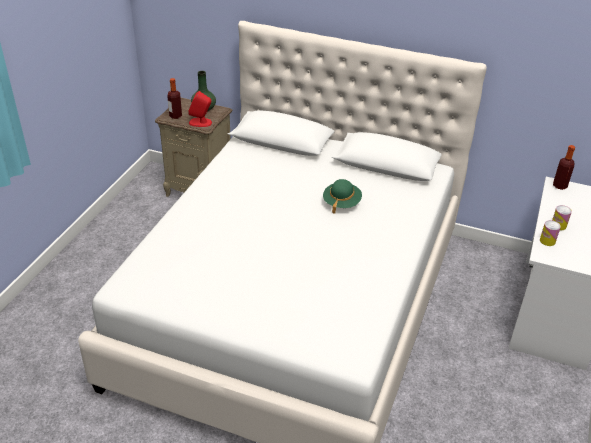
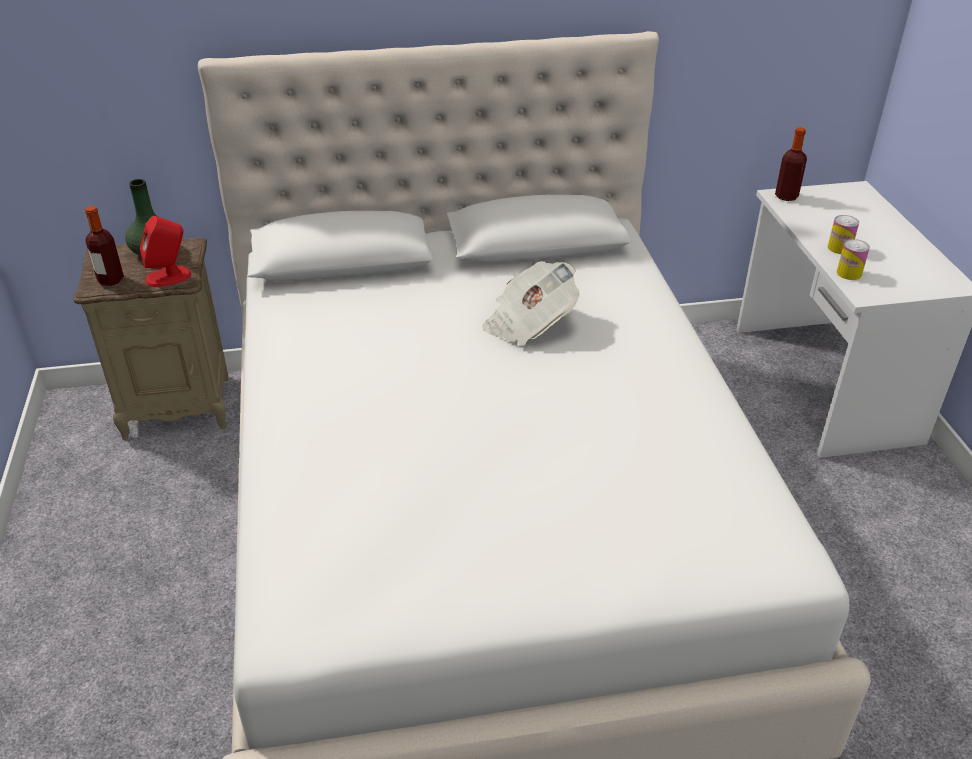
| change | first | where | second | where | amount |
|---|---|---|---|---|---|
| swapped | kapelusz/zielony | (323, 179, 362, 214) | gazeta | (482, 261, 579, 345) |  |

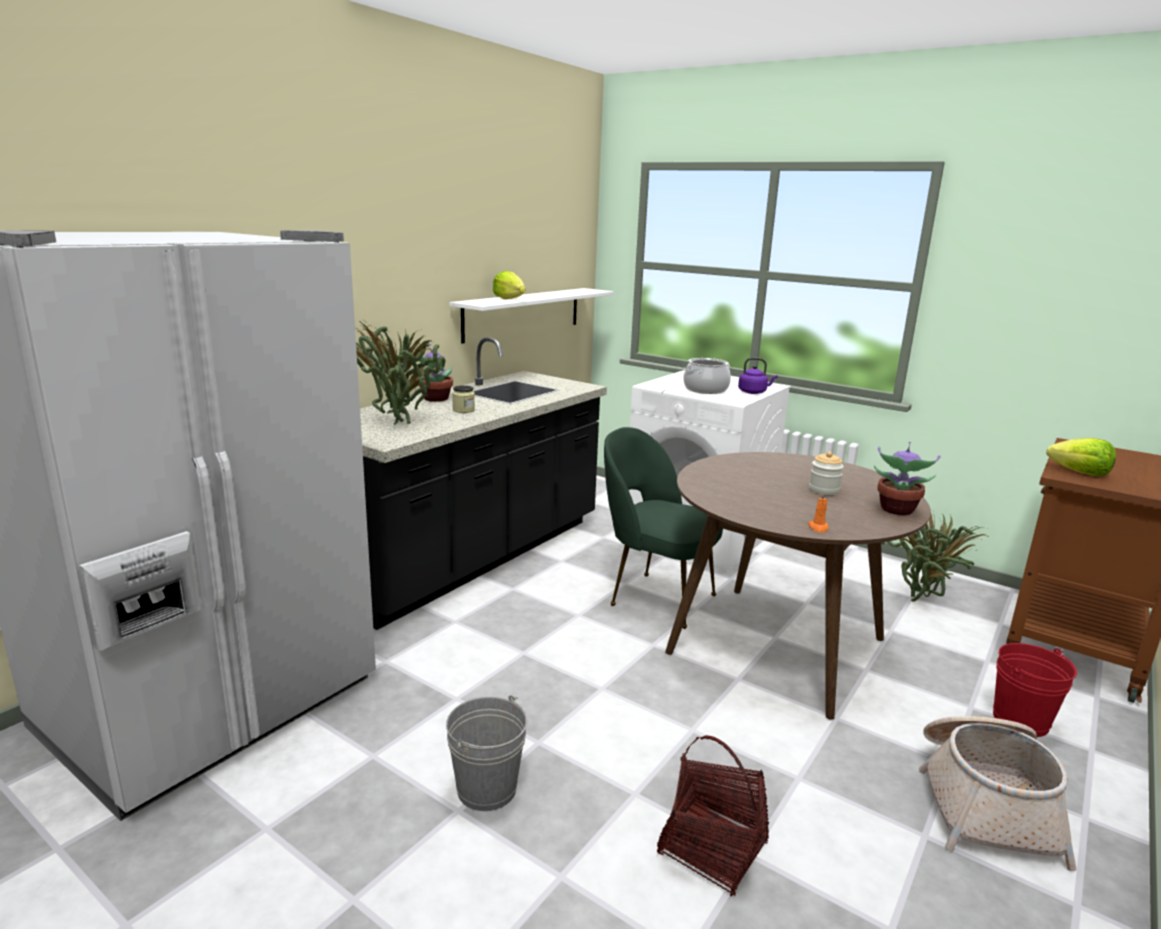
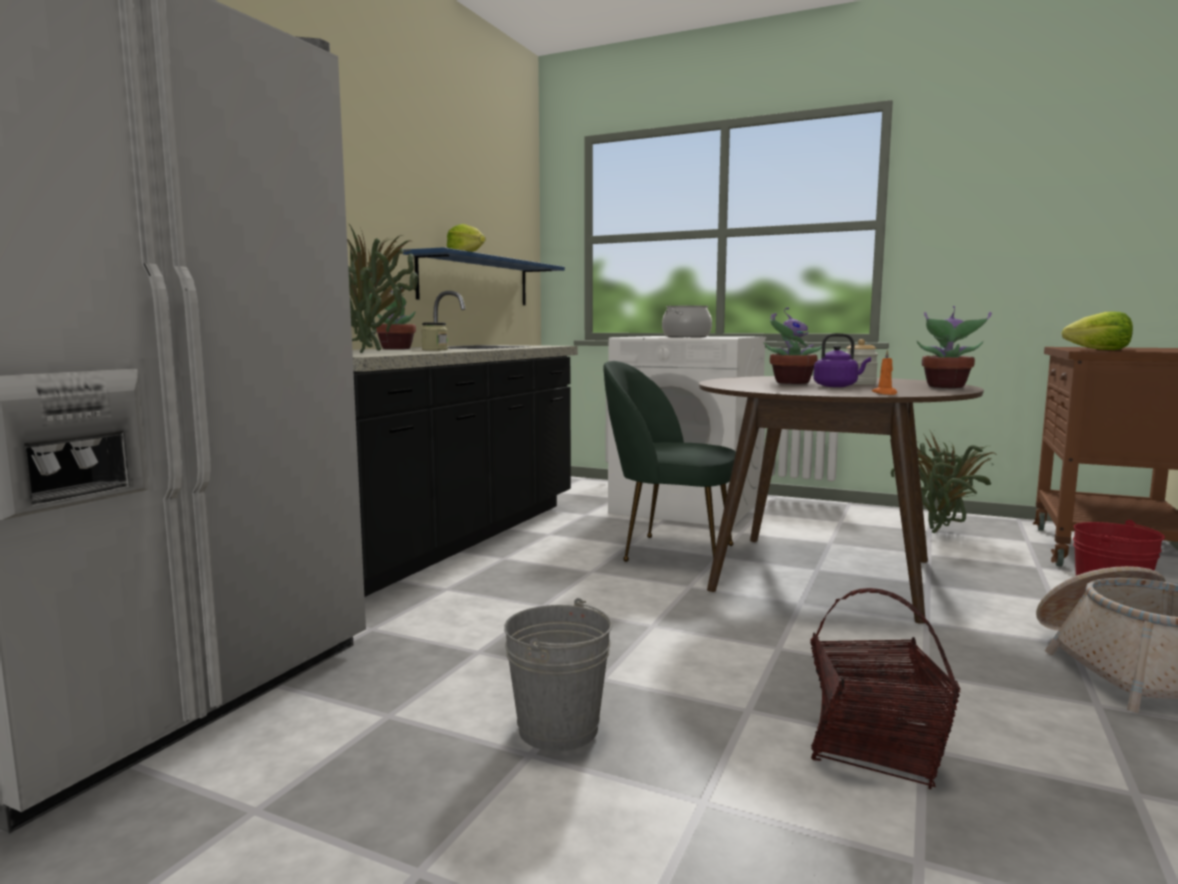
| change | first | where | second | where | amount |
|---|---|---|---|---|---|
| repainted | półka/biały | (449, 288, 614, 344) | półka/niebieski | (403, 247, 565, 305) |  |
| shifted | czajnik/fioletowy | (738, 357, 778, 394) |  | (813, 333, 871, 387) |  |
| new |  |  | roślina doniczkowa | (763, 307, 826, 384) |  |

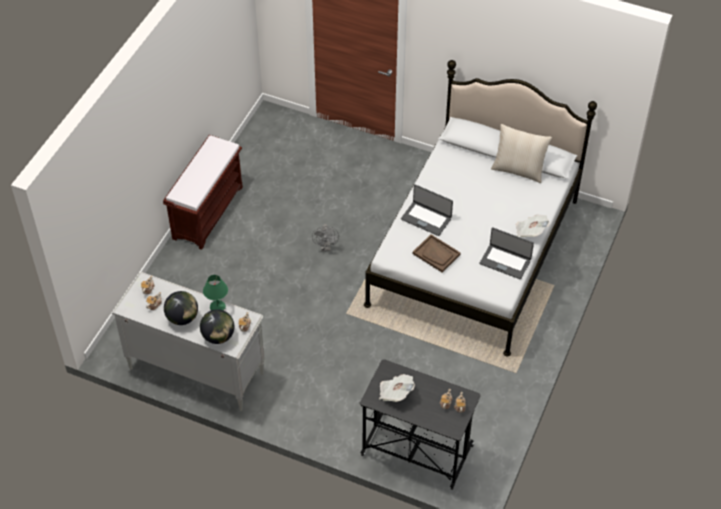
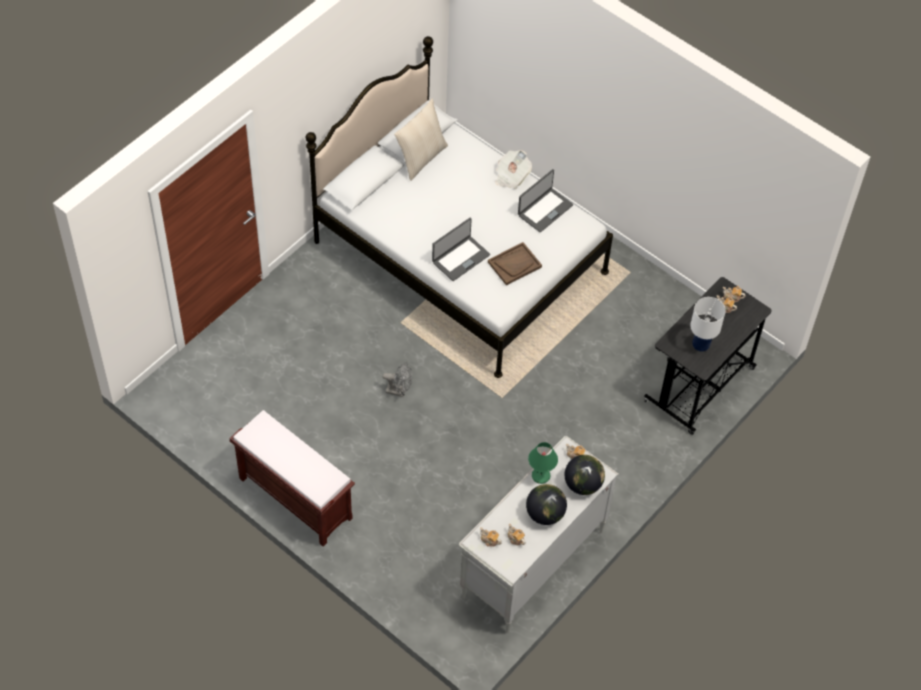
| change | first | where | second | where | amount |
|---|---|---|---|---|---|
| swapped | gazeta | (379, 374, 415, 402) | lampa stołowa/biały | (690, 297, 726, 352) |  |

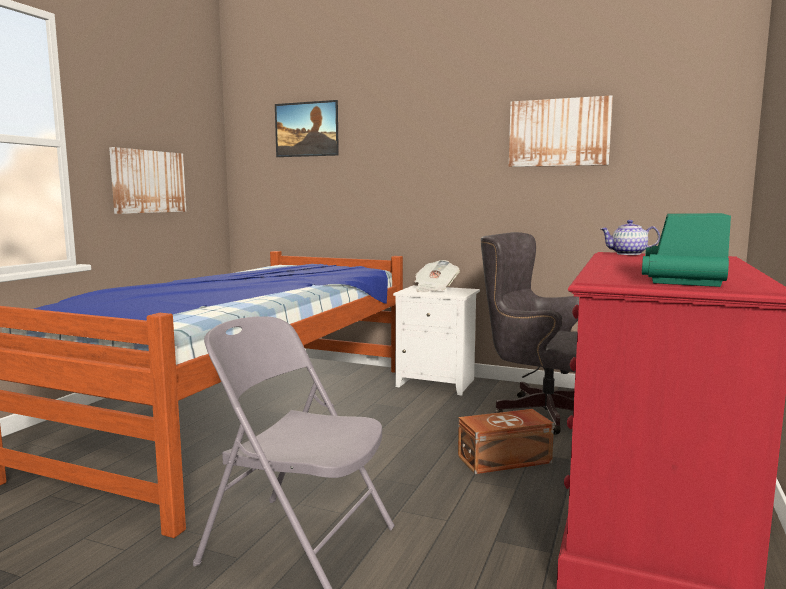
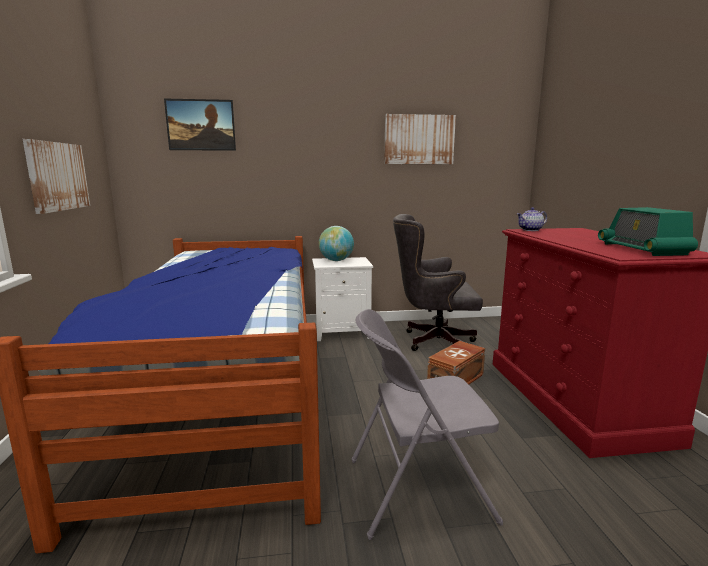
| change | first | where | second | where | amount |
|---|---|---|---|---|---|
| swapped | gazeta | (414, 260, 460, 292) | globus | (319, 226, 354, 261) |  |

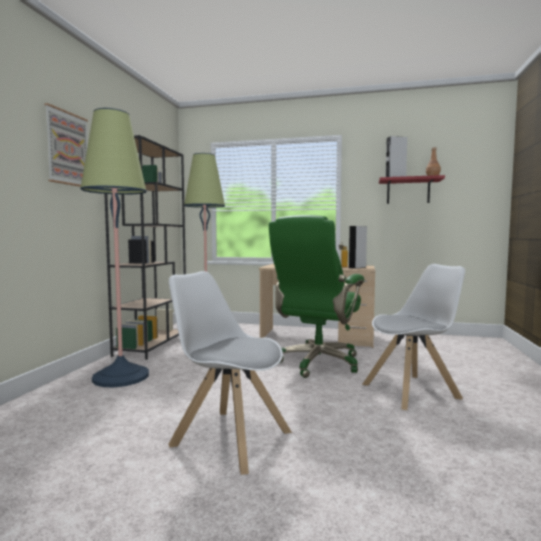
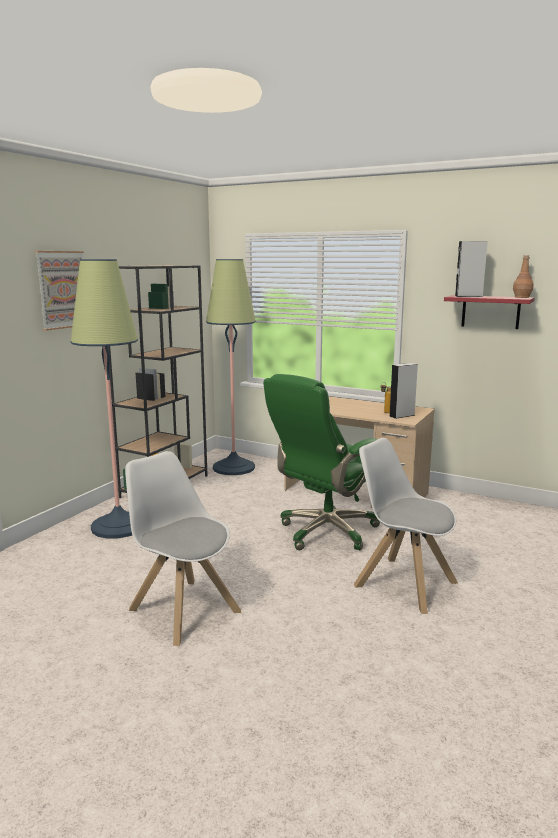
| change | first | where | second | where | amount |
|---|---|---|---|---|---|
| rotated | krzesło | (362, 264, 465, 410) |  | (354, 438, 458, 614) | 135 degrees counterclockwise |

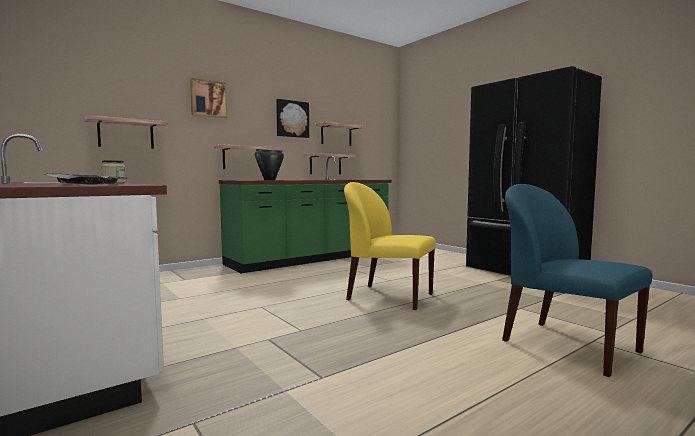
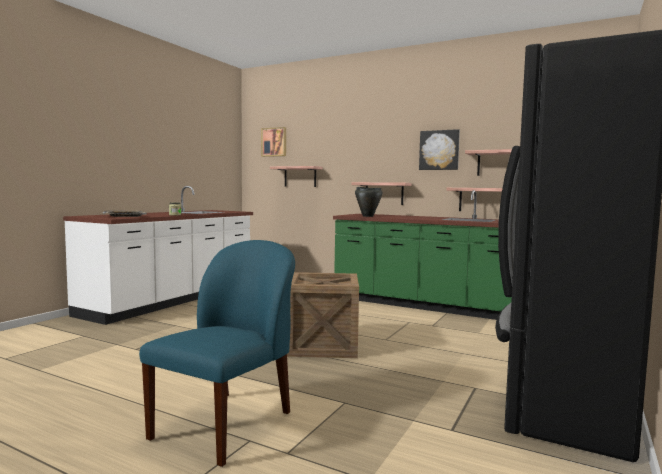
| change | first | where | second | where | amount |
|---|---|---|---|---|---|
| shifted | obraz | (190, 78, 228, 118) |  | (261, 127, 286, 157) |  |
| swapped | krzesło/żółty | (344, 182, 436, 310) | skrzynka | (287, 272, 359, 358) |  |

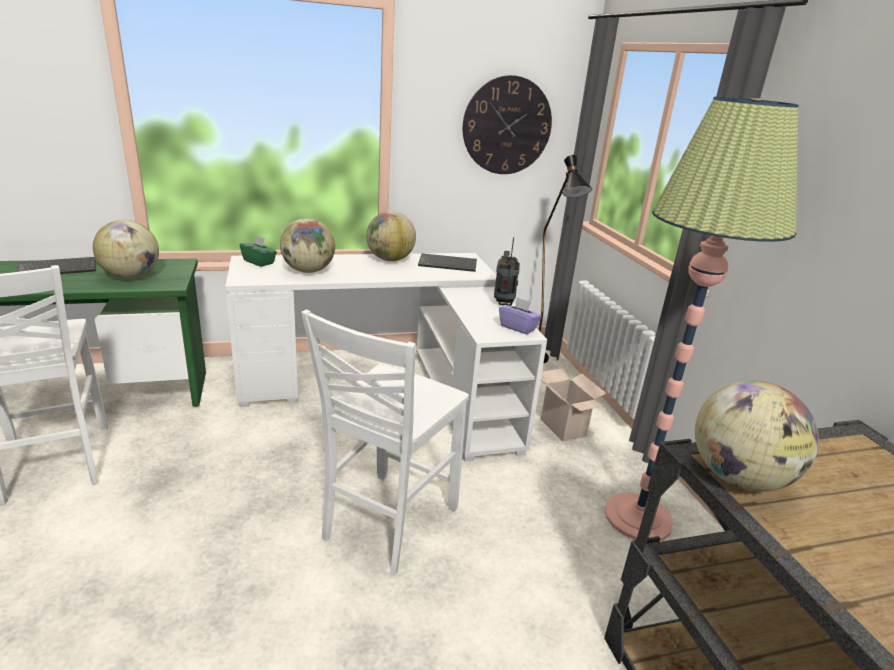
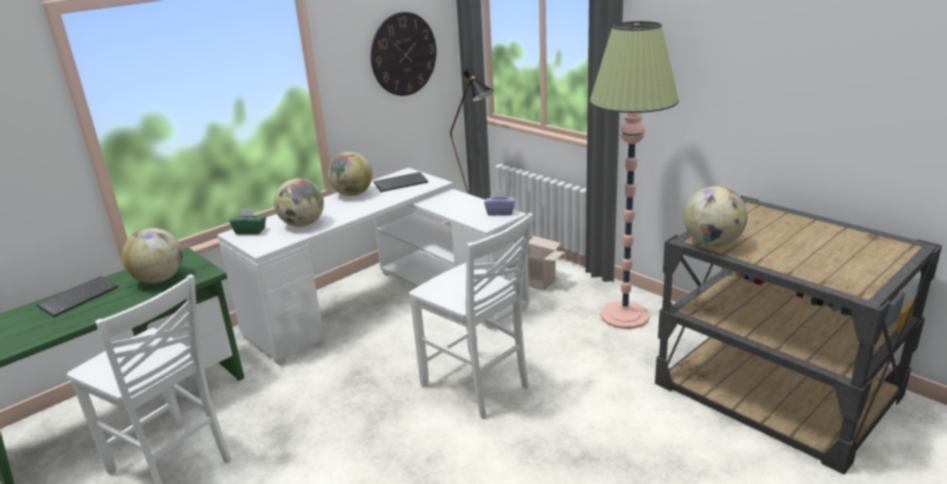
| change | first | where | second | where | amount |
|---|---|---|---|---|---|
| rotated | krzesło/biały | (301, 310, 469, 575) |  | (409, 213, 533, 419) | 45 degrees counterclockwise |
| gone | radio | (494, 237, 520, 306) |  |  |  |

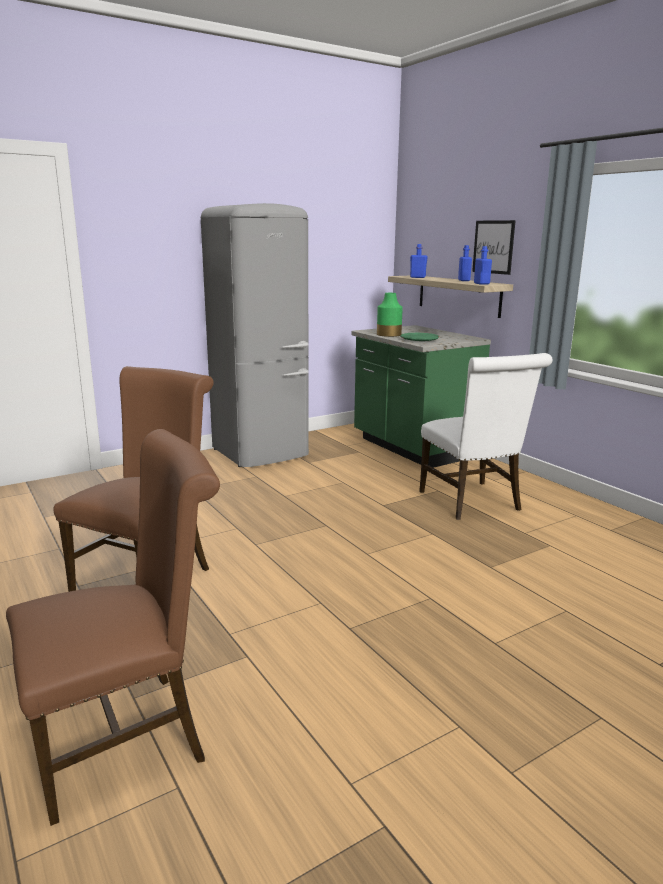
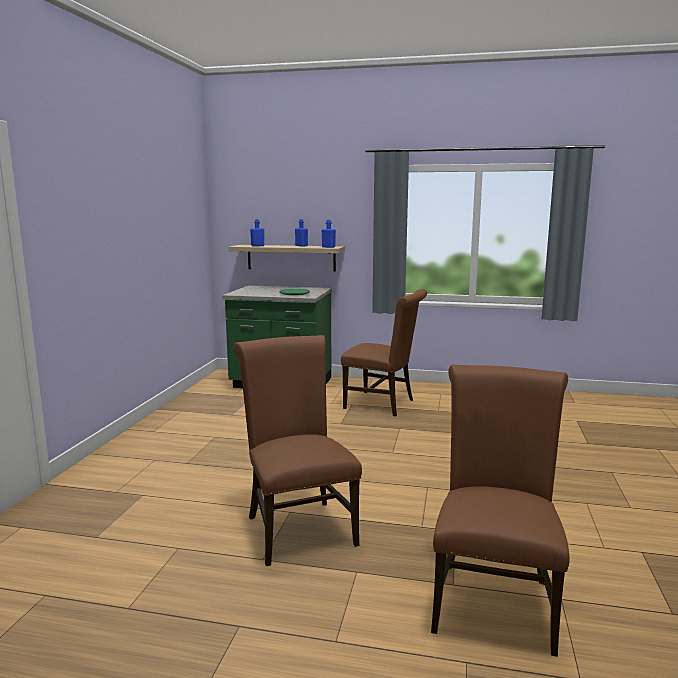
| change | first | where | second | where | amount |
|---|---|---|---|---|---|
| gone | lodówka/szary | (201, 203, 309, 467) |  |  |  |
| gone | wazon/zielony | (377, 293, 403, 337) |  |  |  |
| repainted | krzesło/biały | (419, 353, 553, 520) | krzesło/brązowy | (341, 289, 427, 417) |  |
| gone | obraz | (472, 220, 516, 275) |  |  |  |

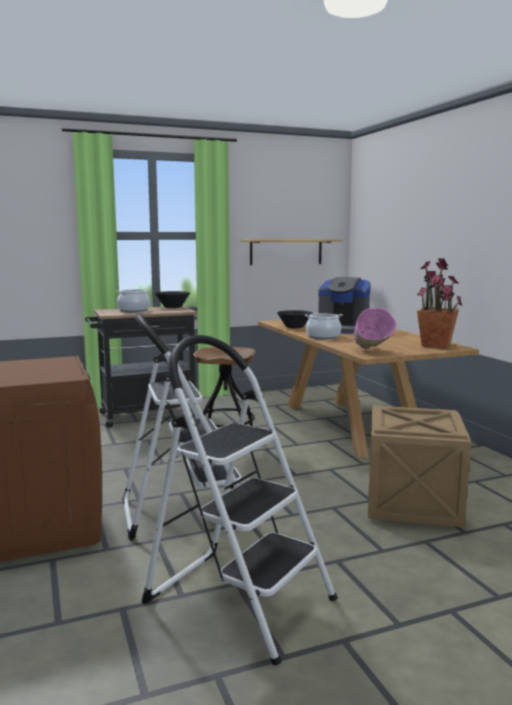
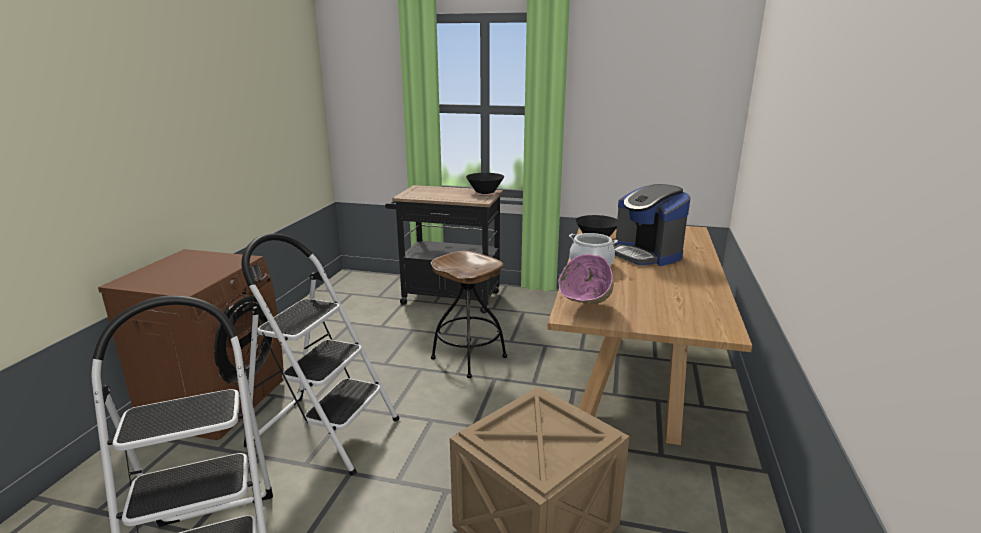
| change | first | where | second | where | amount |
|---|---|---|---|---|---|
| gone | garnek | (116, 289, 150, 312) |  |  |  |
| gone | półka | (241, 239, 342, 265) |  |  |  |
| gone | roślina doniczkowa | (417, 258, 462, 348) |  |  |  |

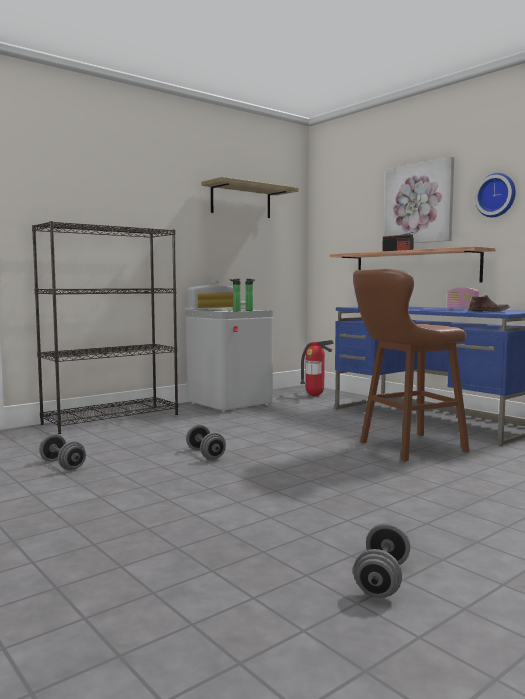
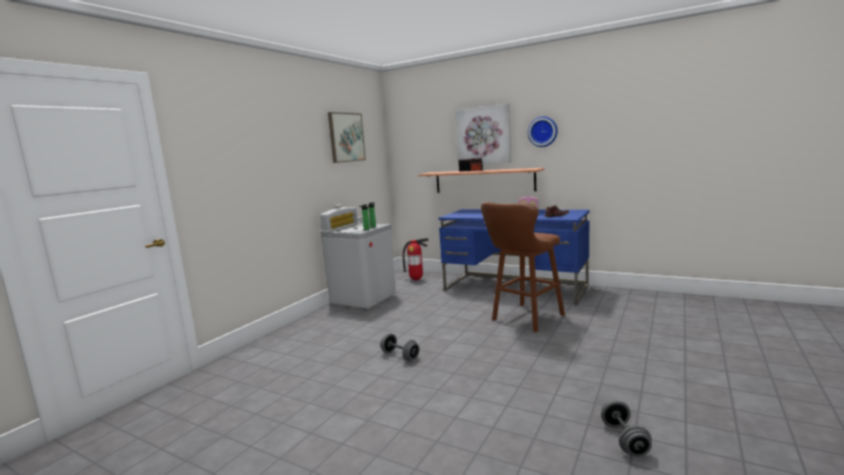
| change | first | where | second | where | amount |
|---|---|---|---|---|---|
| gone | regał/czarny | (32, 221, 178, 434) |  |  |  |
| gone | hantel/szary | (39, 434, 86, 470) |  |  |  |
| swapped | półka | (202, 177, 299, 218) | obraz | (328, 112, 366, 163) |  |

